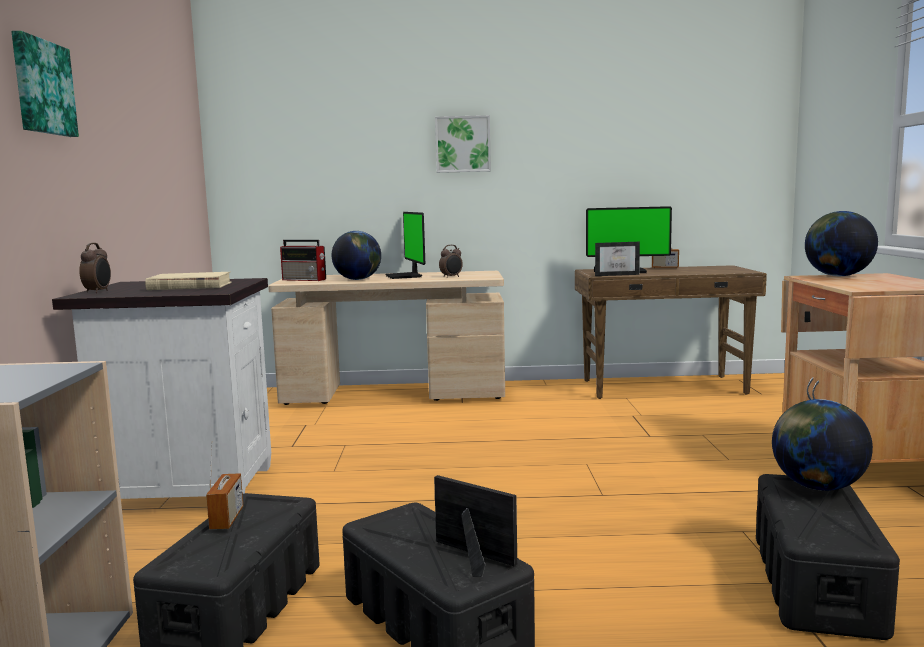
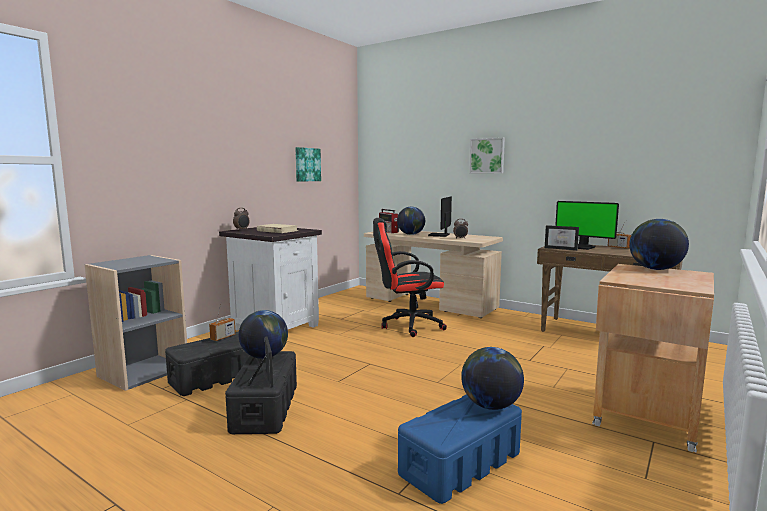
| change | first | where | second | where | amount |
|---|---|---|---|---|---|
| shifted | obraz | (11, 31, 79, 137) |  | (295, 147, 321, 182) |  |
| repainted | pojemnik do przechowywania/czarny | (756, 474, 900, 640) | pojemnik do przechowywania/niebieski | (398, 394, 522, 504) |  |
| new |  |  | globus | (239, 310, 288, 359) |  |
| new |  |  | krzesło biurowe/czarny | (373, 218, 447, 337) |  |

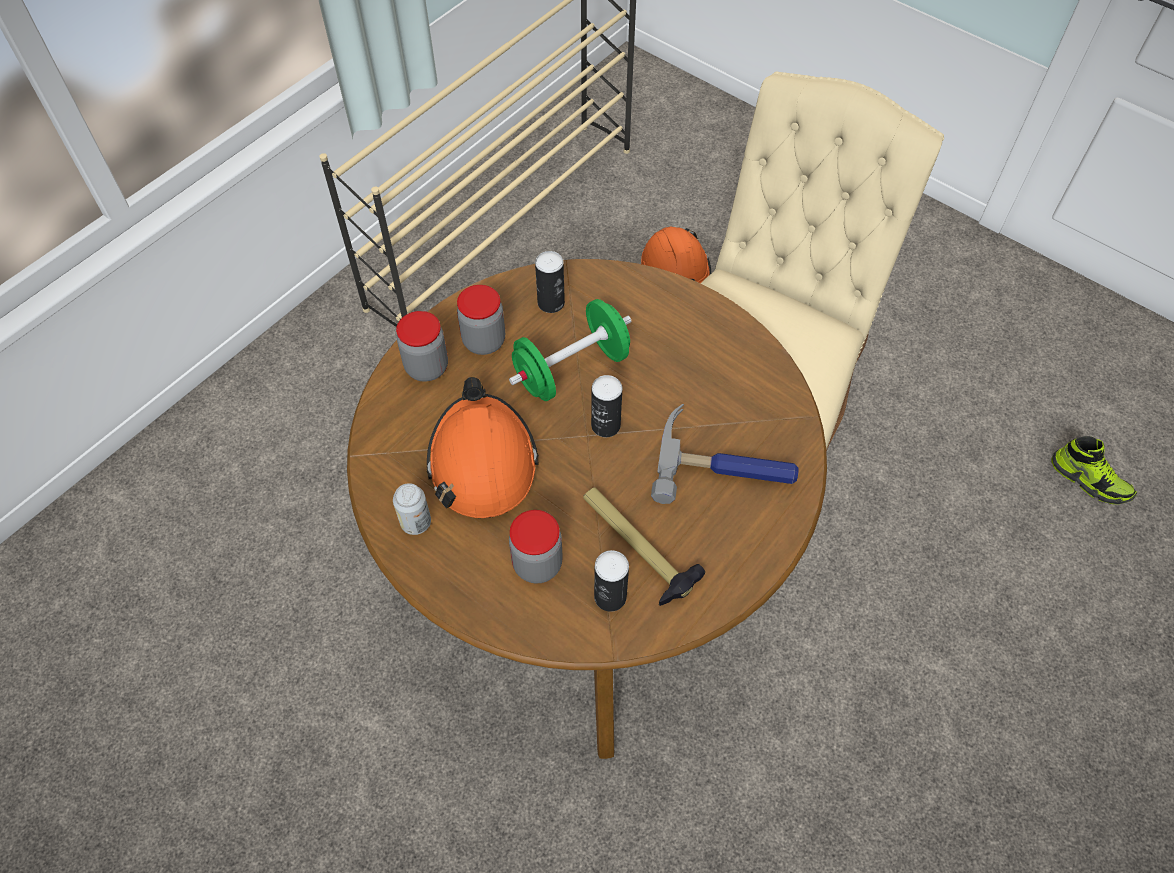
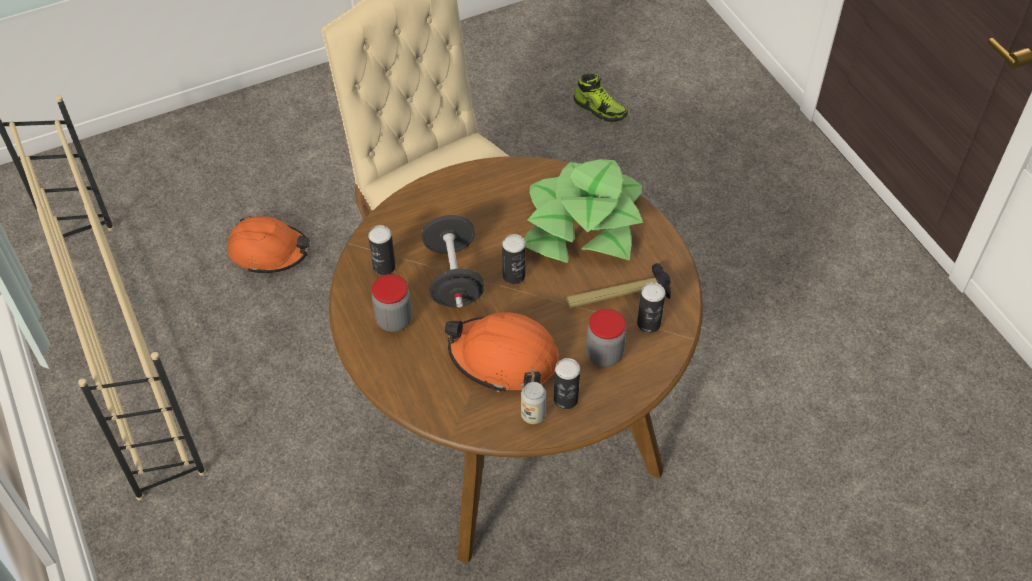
| change | first | where | second | where | amount |
|---|---|---|---|---|---|
| gone | słoik | (396, 311, 448, 382) |  |  |  |
| repainted | hantel/zielony | (509, 299, 632, 401) | hantel/czarny | (422, 215, 484, 308) |  |
| swapped | młotek | (651, 404, 799, 504) | roślina doniczkowa | (524, 159, 643, 263) |  |
| rotated | but | (1052, 436, 1137, 504) |  | (573, 74, 628, 123) | 60 degrees clockwise |
| new |  |  | puszka | (554, 358, 580, 409) |  |

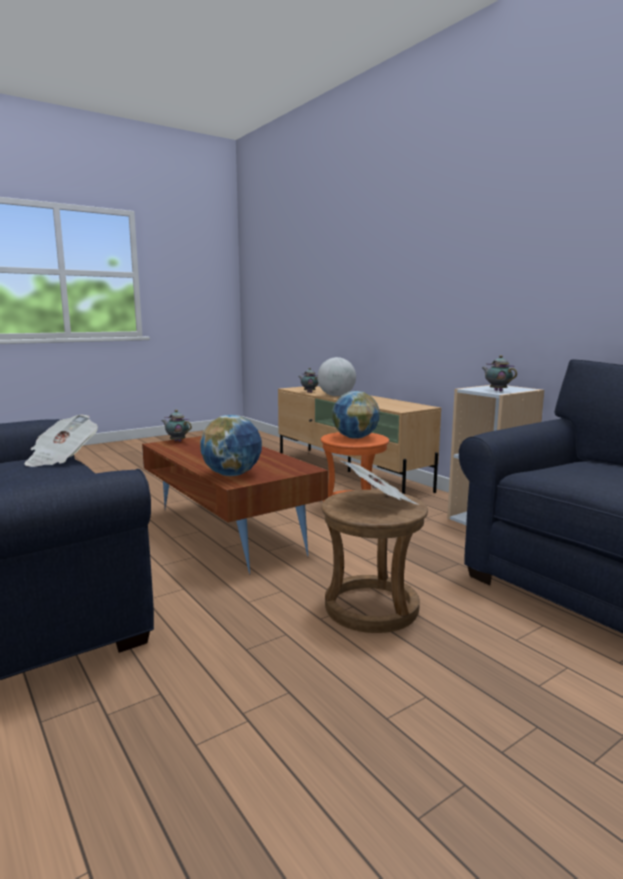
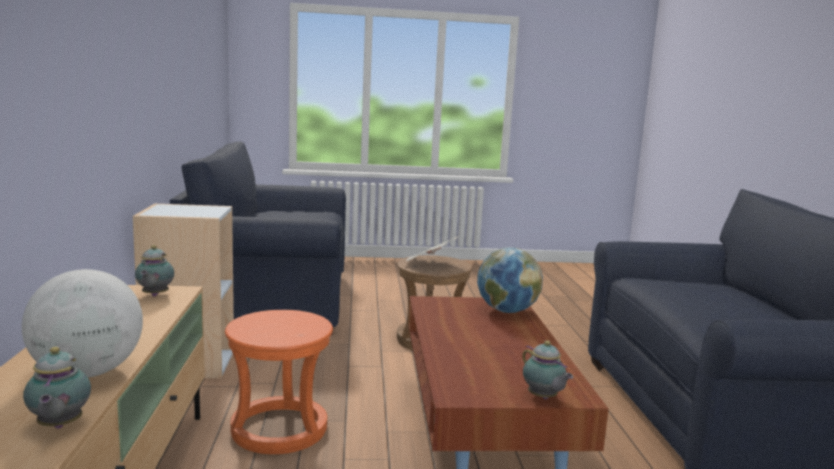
| change | first | where | second | where | amount |
|---|---|---|---|---|---|
| gone | gazeta | (24, 415, 98, 467) |  |  |  |
| gone | globus | (332, 391, 380, 439) |  |  |  |
| shifted | imbryk | (482, 355, 517, 392) |  | (135, 245, 174, 296) |  |

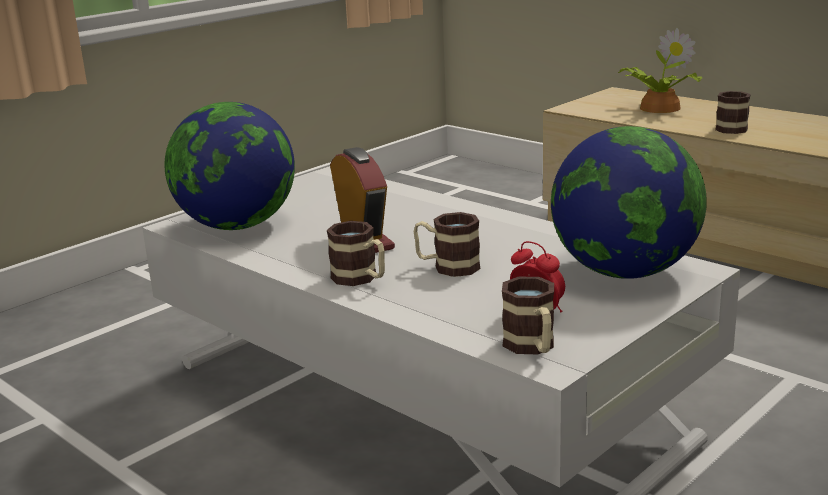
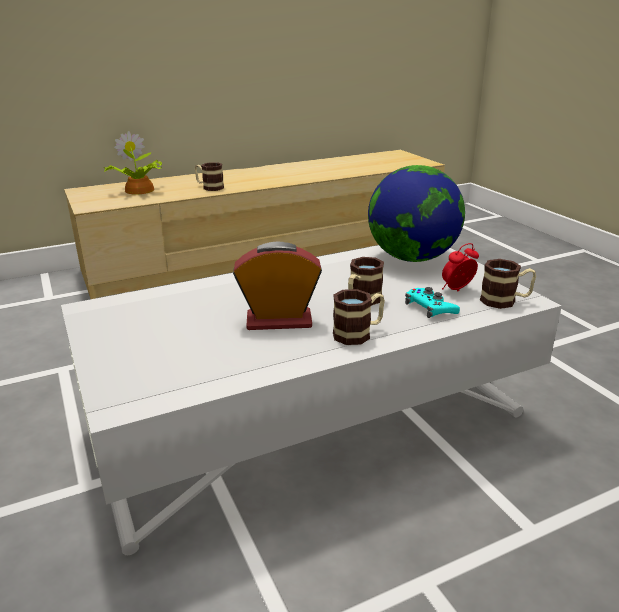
| change | first | where | second | where | amount |
|---|---|---|---|---|---|
| gone | globus | (165, 102, 295, 230) |  |  |  |
| new |  |  | pad do gier/turkusowy | (405, 287, 460, 318) |  |

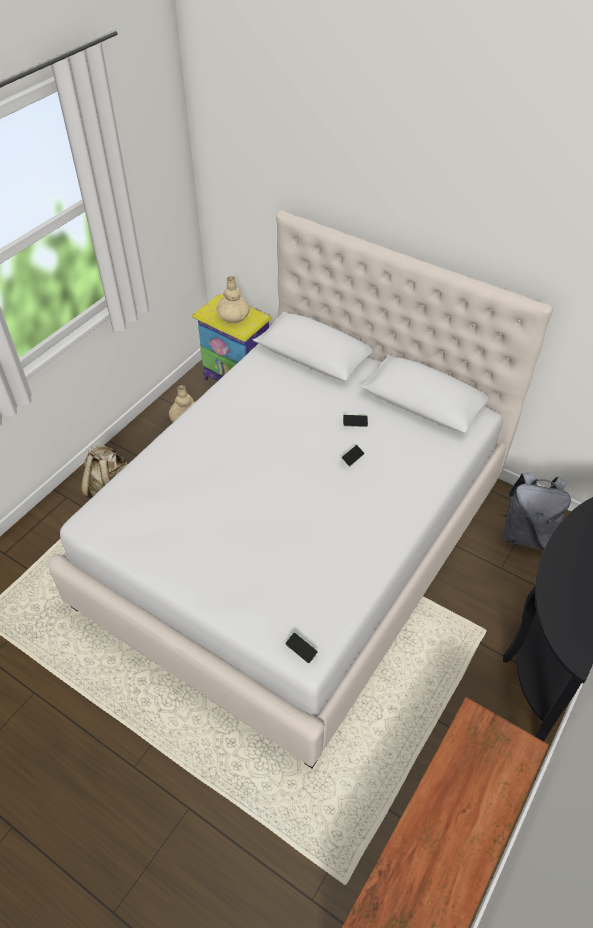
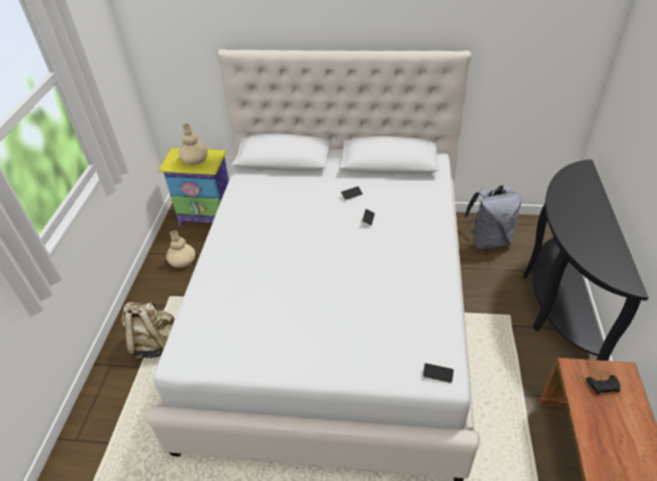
| change | first | where | second | where | amount |
|---|---|---|---|---|---|
| new |  |  | pad do gier/czarny | (586, 375, 620, 394) |  |

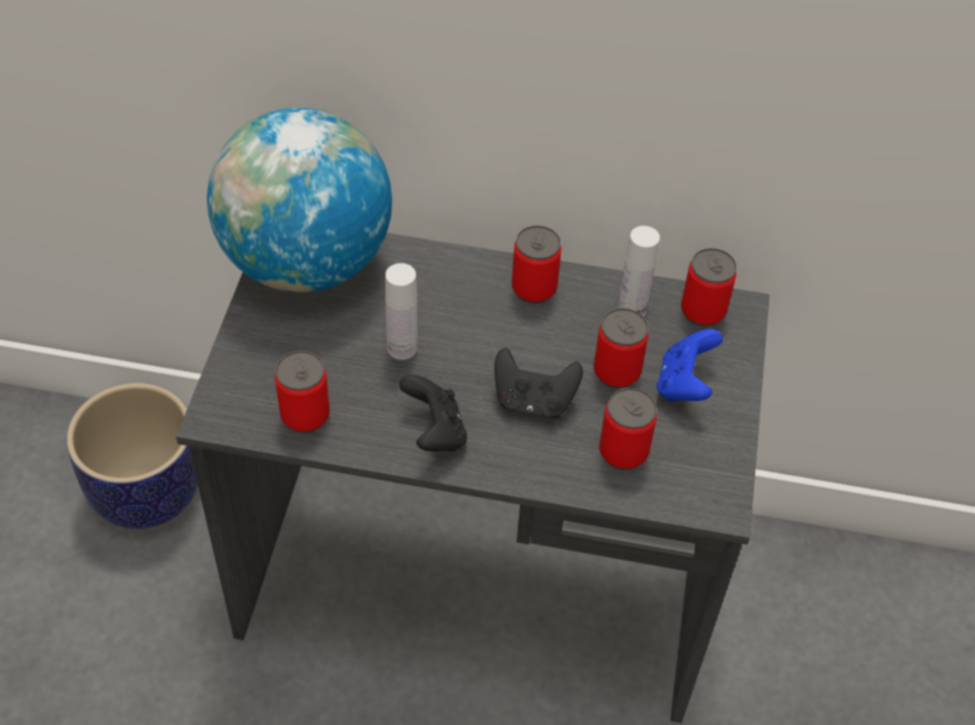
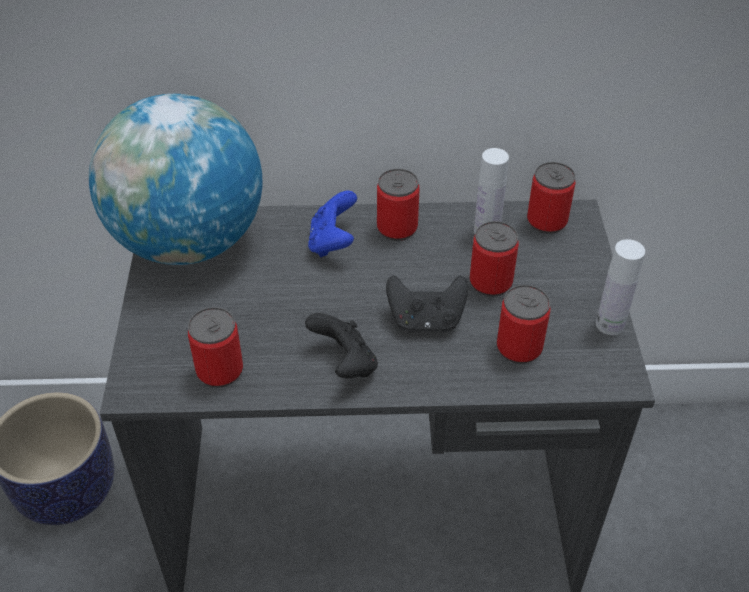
| change | first | where | second | where | amount |
|---|---|---|---|---|---|
| shifted | butelka/biały | (385, 263, 418, 360) |  | (596, 239, 645, 335) |  |
| shifted | pad do gier/niebieski | (657, 329, 723, 402) |  | (308, 190, 357, 257) |  |

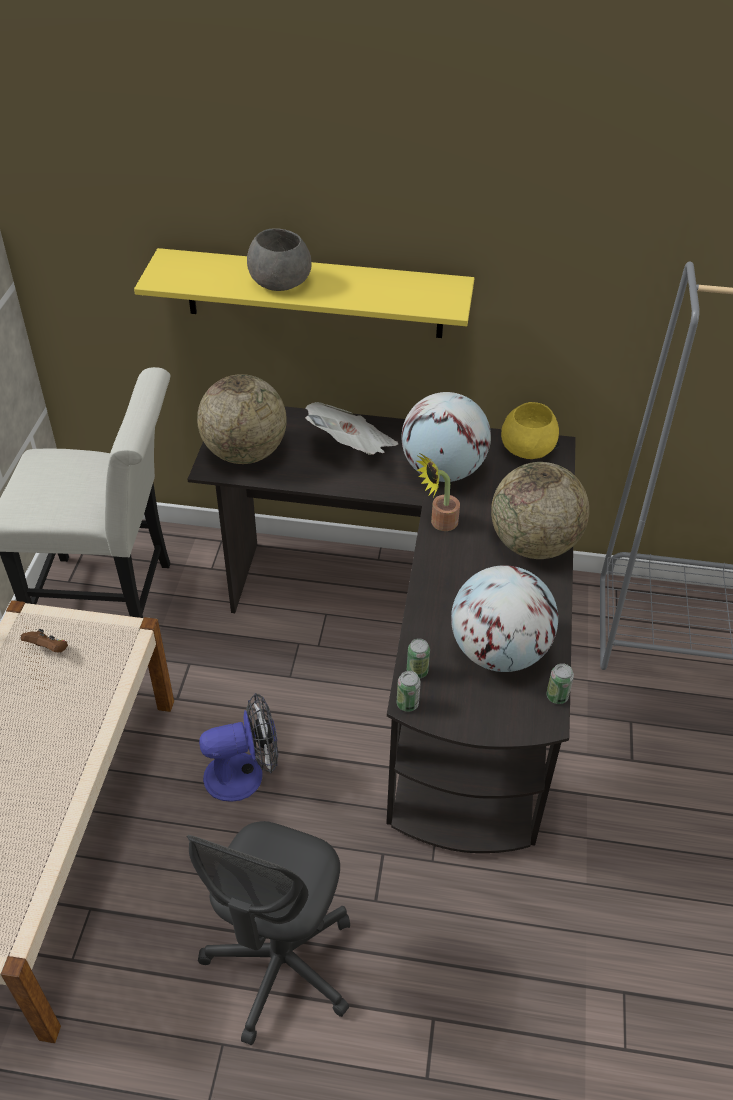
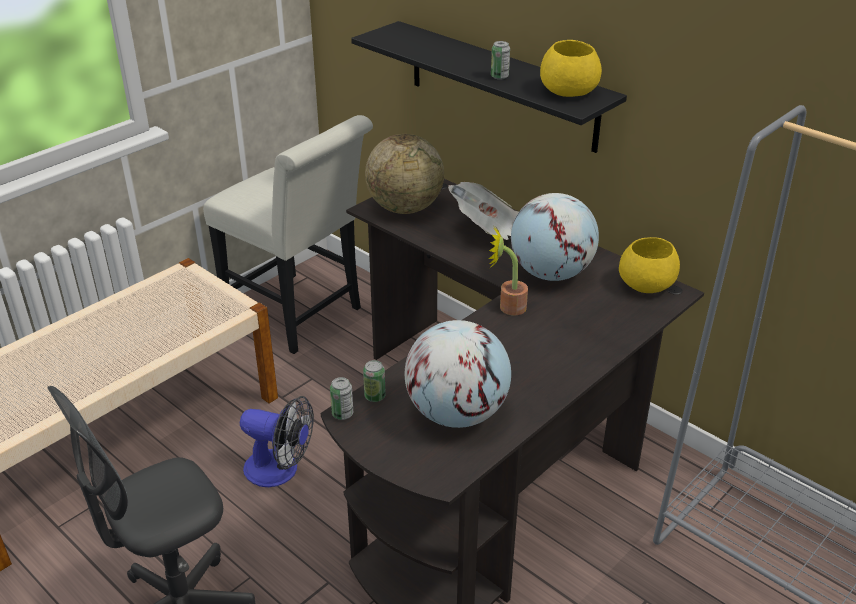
| change | first | where | second | where | amount |
|---|---|---|---|---|---|
| gone | pad do gier/brązowy | (21, 629, 68, 653) |  |  |  |
| repainted | półka/żółty | (134, 248, 474, 338) | półka/czarny | (351, 21, 627, 153) |  |
| gone | miska/szary | (247, 229, 311, 291) |  |  |  |
| gone | globus | (491, 462, 589, 559) |  |  |  |
| shifted | puszka | (546, 663, 574, 704) |  | (491, 41, 510, 80) |  |
| new |  |  | miska/żółty | (540, 40, 602, 97) |  |

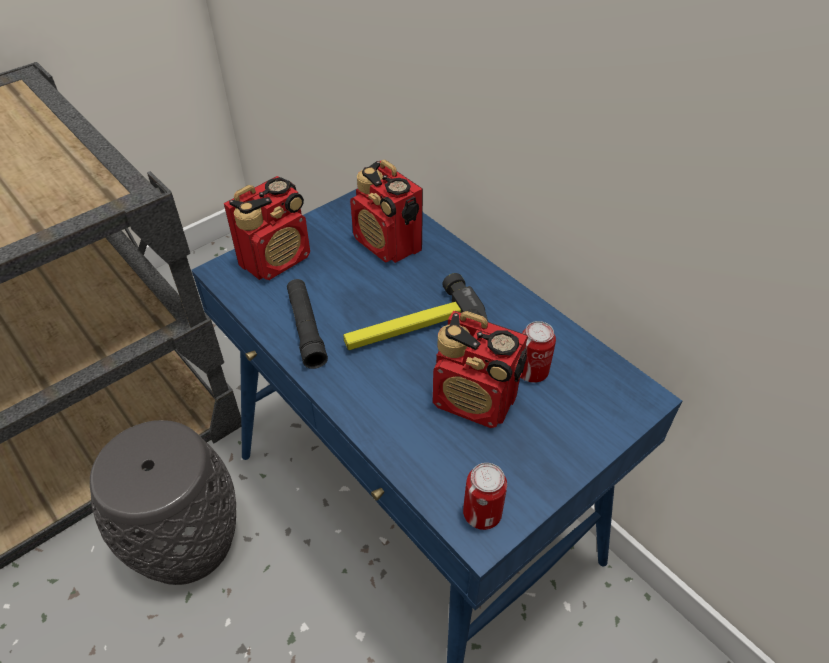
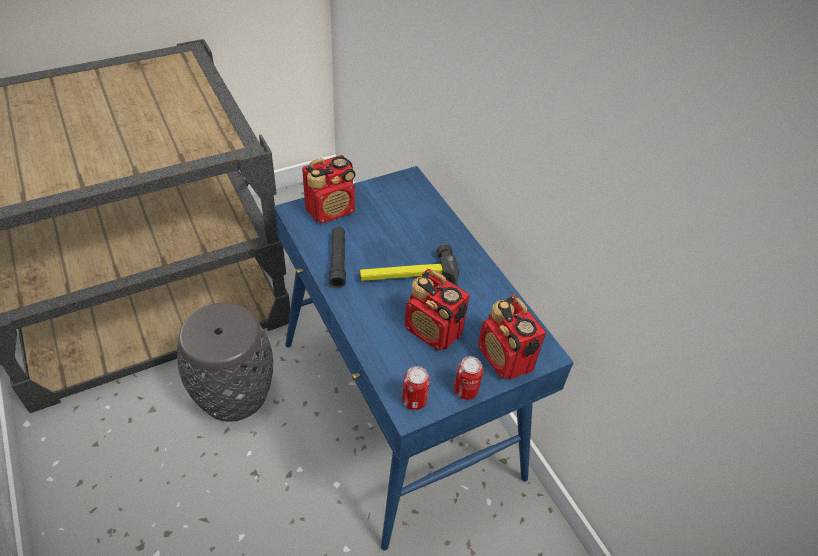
| change | first | where | second | where | amount |
|---|---|---|---|---|---|
| shifted | radio | (350, 160, 423, 263) |  | (478, 295, 546, 380) |  |
| shifted | puszka | (521, 321, 556, 383) |  | (454, 356, 483, 400) |  |

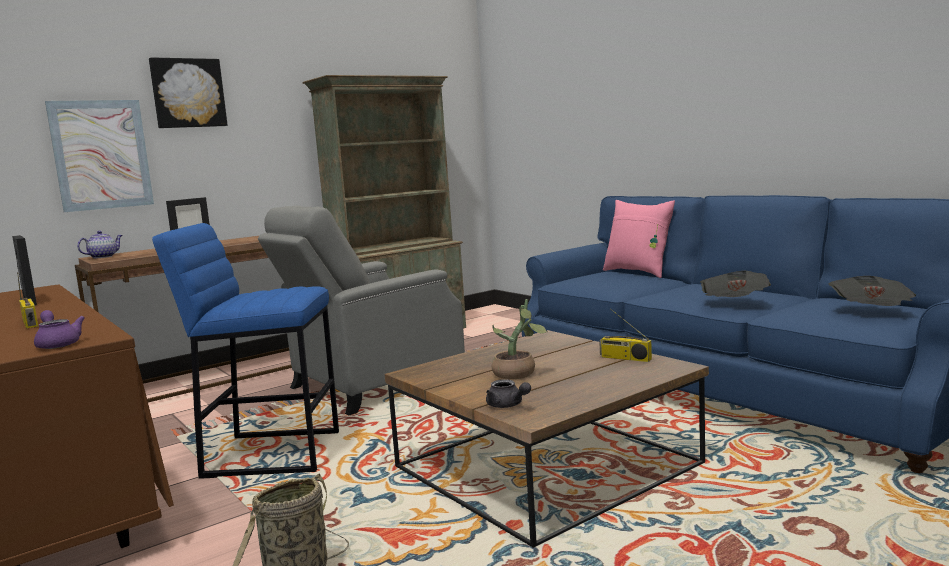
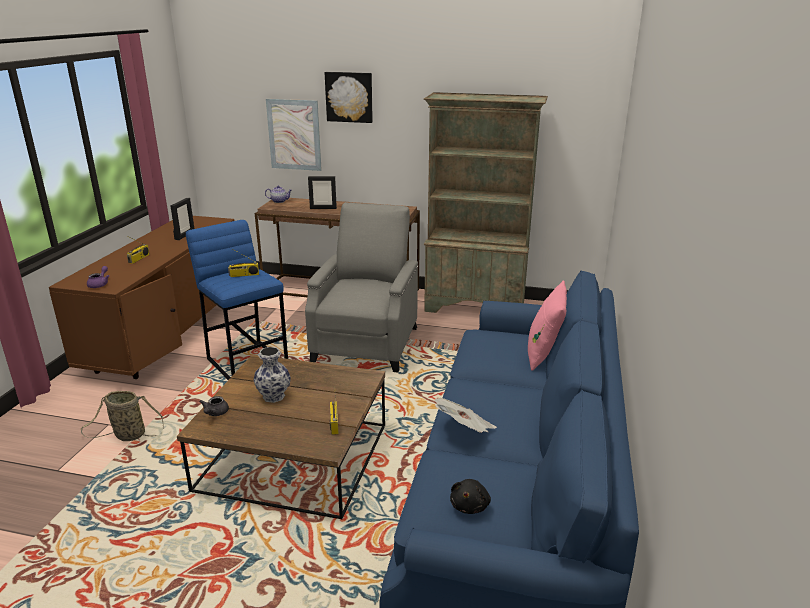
| change | first | where | second | where | amount |
|---|---|---|---|---|---|
| rotated | fotel/szary | (258, 206, 465, 415) |  | (305, 202, 418, 372) | 90 degrees clockwise |
| swapped | roślina doniczkowa | (492, 299, 548, 379) | wazon | (253, 347, 291, 403) |  |
| swapped | gazeta | (828, 276, 916, 306) | pluszak/czarny | (450, 479, 491, 514) |  |
| new |  |  | radio | (228, 249, 259, 277) |  |

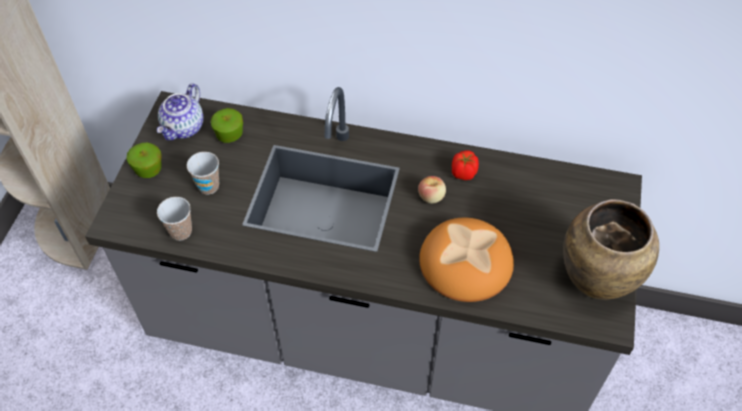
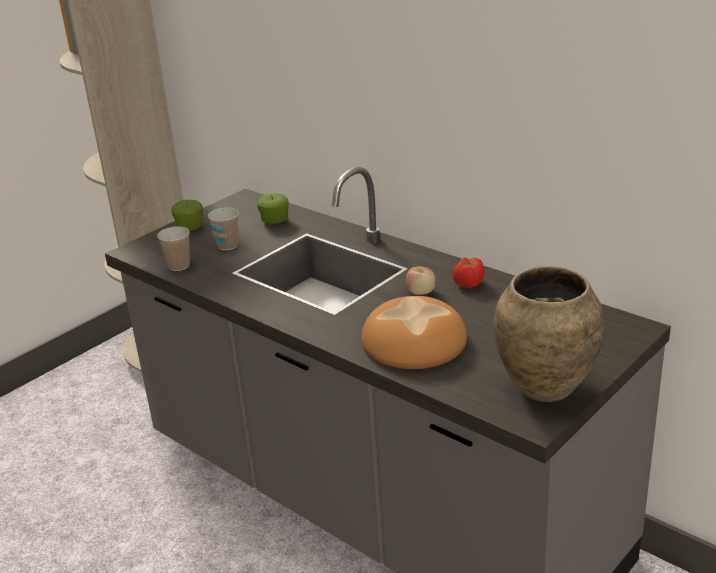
| change | first | where | second | where | amount |
|---|---|---|---|---|---|
| gone | imbryk | (157, 83, 204, 141) |  |  |  |

